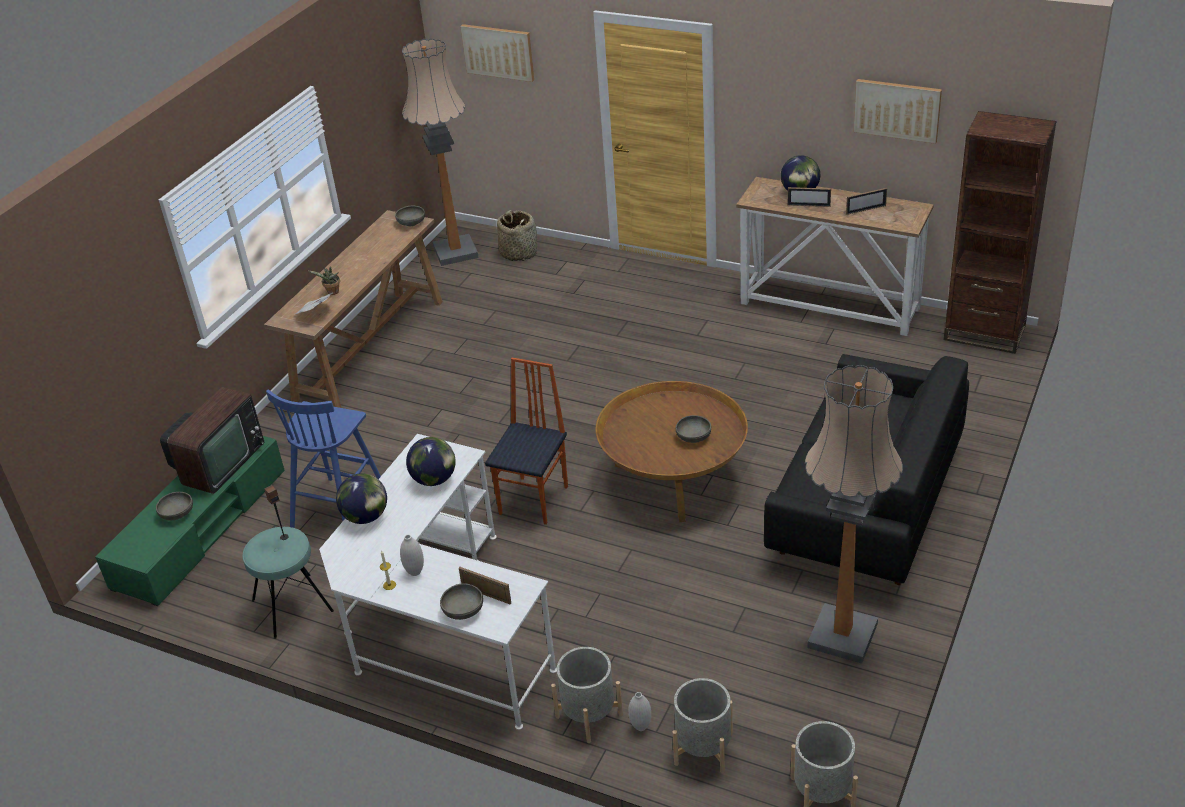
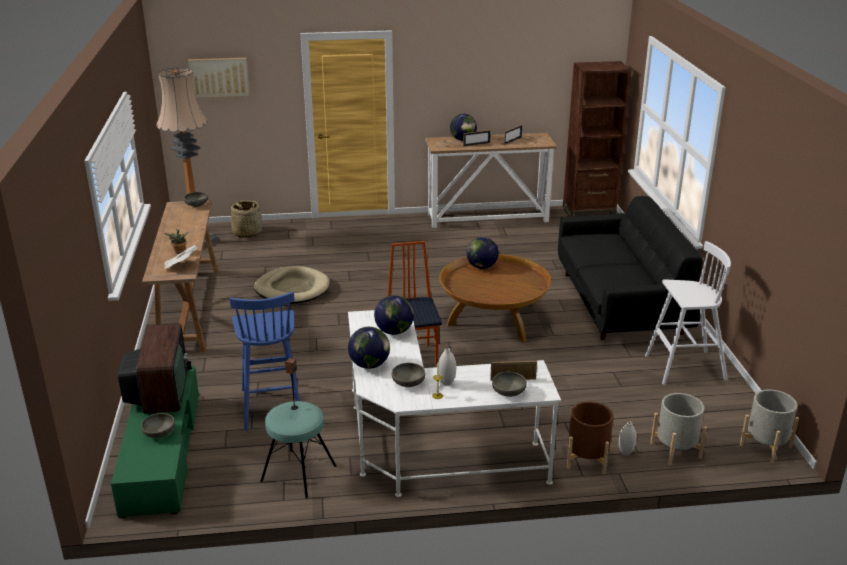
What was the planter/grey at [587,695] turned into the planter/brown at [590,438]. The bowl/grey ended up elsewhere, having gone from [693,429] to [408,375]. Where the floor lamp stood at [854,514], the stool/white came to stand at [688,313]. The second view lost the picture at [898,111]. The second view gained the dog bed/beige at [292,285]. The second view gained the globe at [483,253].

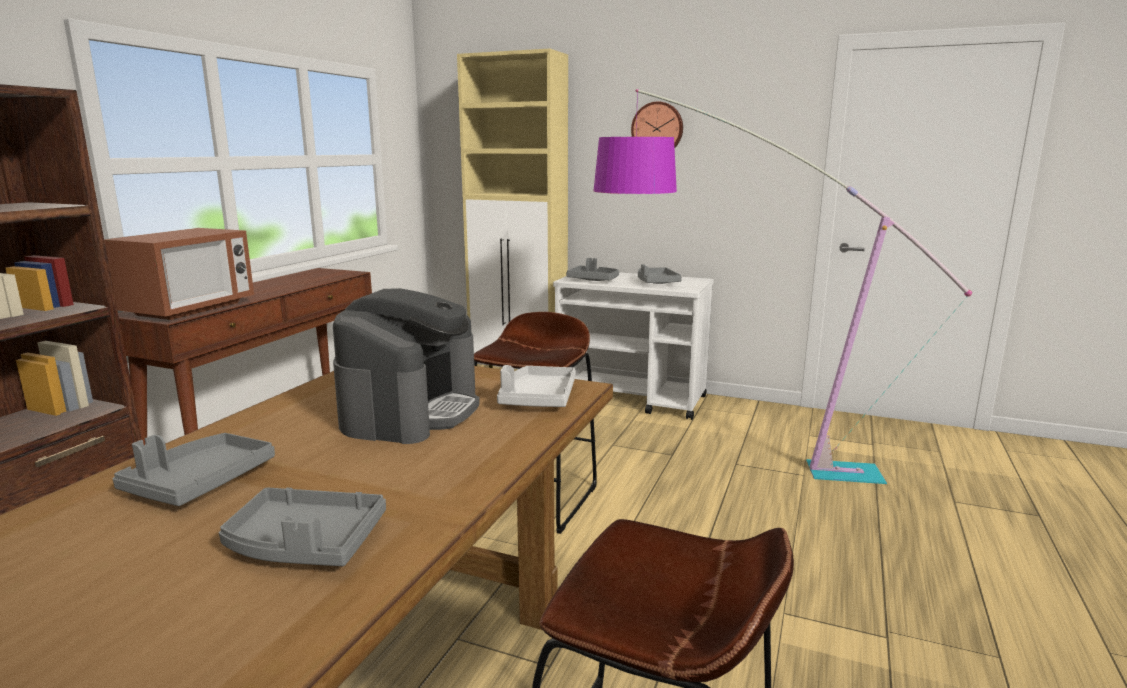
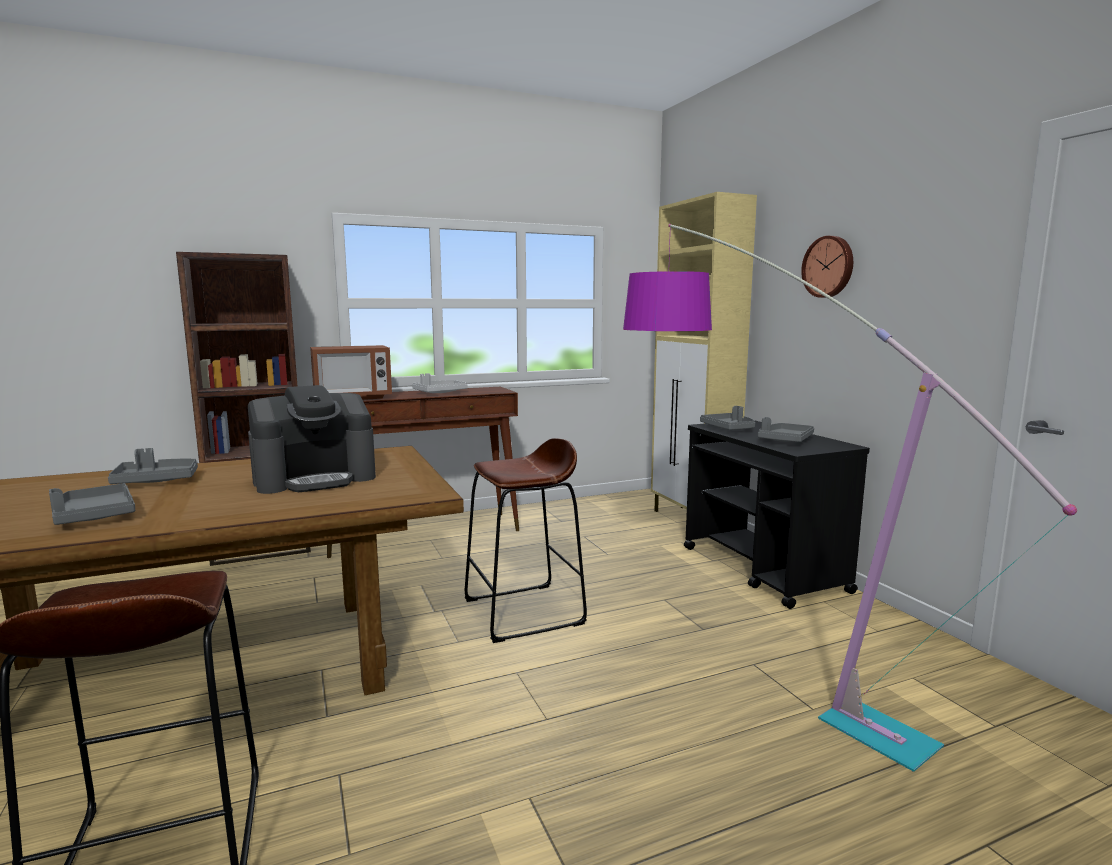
The tray/grey ended up elsewhere, having gone from [536,386] to [440,383]. What was the cart/white at [633,346] turned into the cart/black at [777,515].

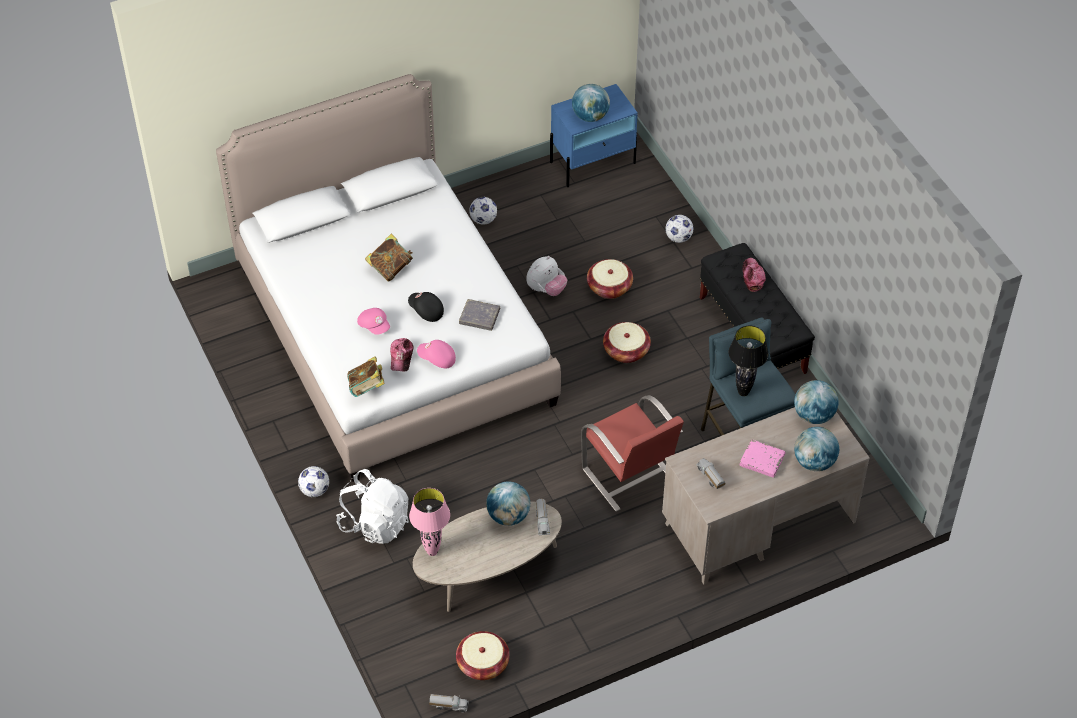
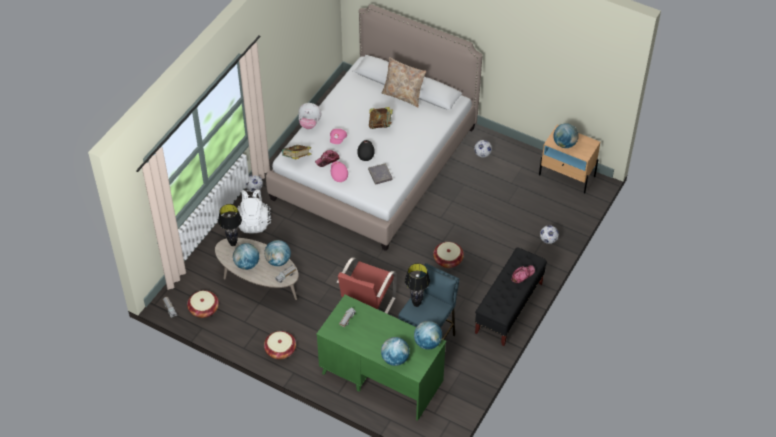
What was the table lamp/pink at [429,522] turned into the table lamp/black at [230,225]. The plush toy ended up elsewhere, having gone from [546,276] to [309,116]. What was the nightstand/blue at [594,135] turned into the nightstand/beige at [570,159]. The basket ended up elsewhere, having gone from [610,279] to [280,345]. What was the desk/beige at [766,496] turned into the desk/green at [381,358]. The second view lost the book/pink at [762,458]. The second view gained the globe at [246,256]. The second view gained the pillow/beige at [404,82].

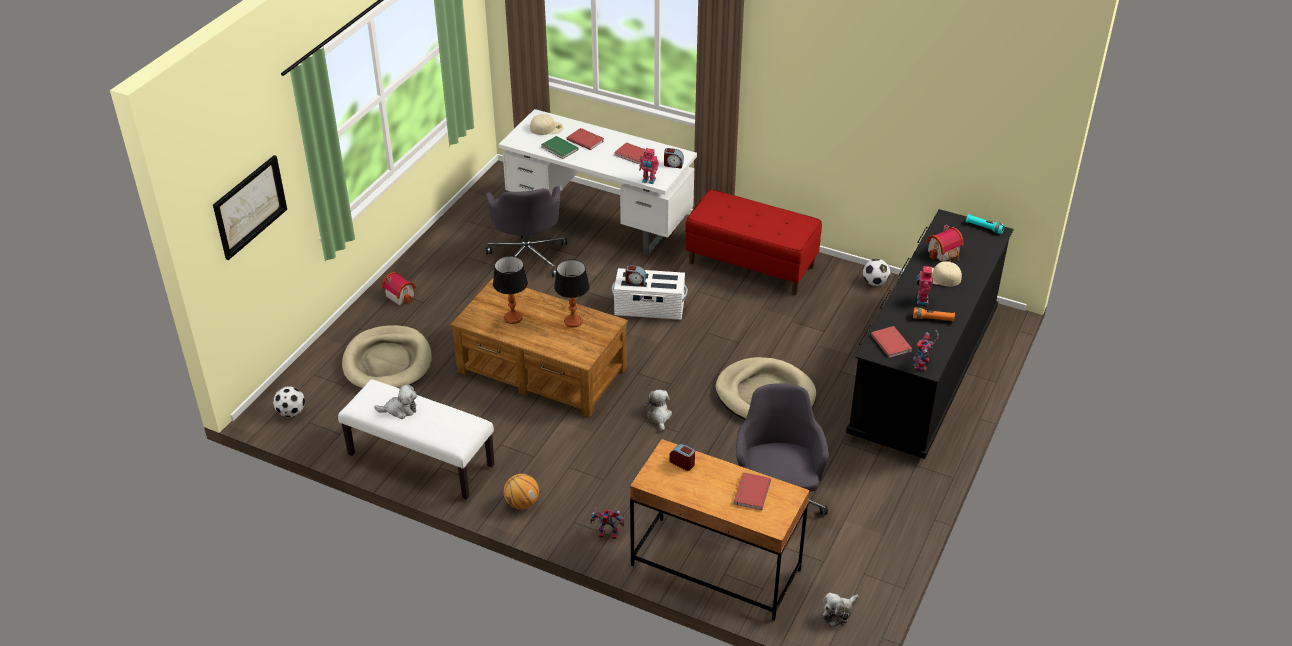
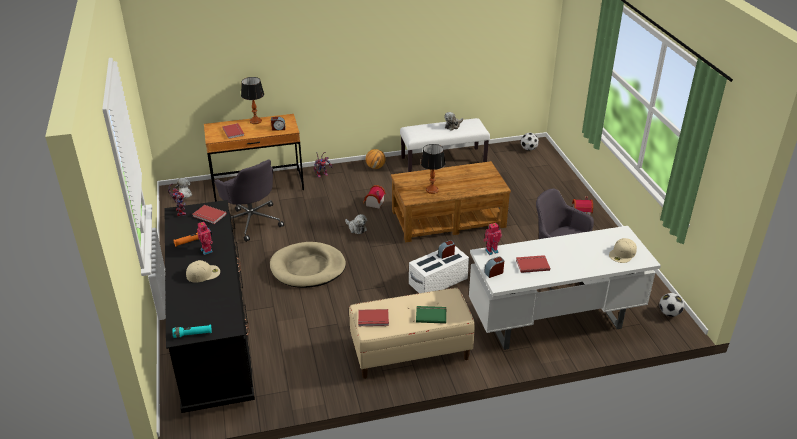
The second view lost the picture at [250,207]. The second view lost the dog bed/beige at [387,357]. The table lamp ended up elsewhere, having gone from [510,290] to [252,100]. The book/green ended up elsewhere, having gone from [559,147] to [431,315]. The book/red ended up elsewhere, having gone from [585,139] to [373,317]. What was the bench/red at [753,242] turned into the bench/beige at [412,333]. The football ended up elsewhere, having gone from [876,272] to [671,305]. The toy house ended up elsewhere, having gone from [945,243] to [374,197].

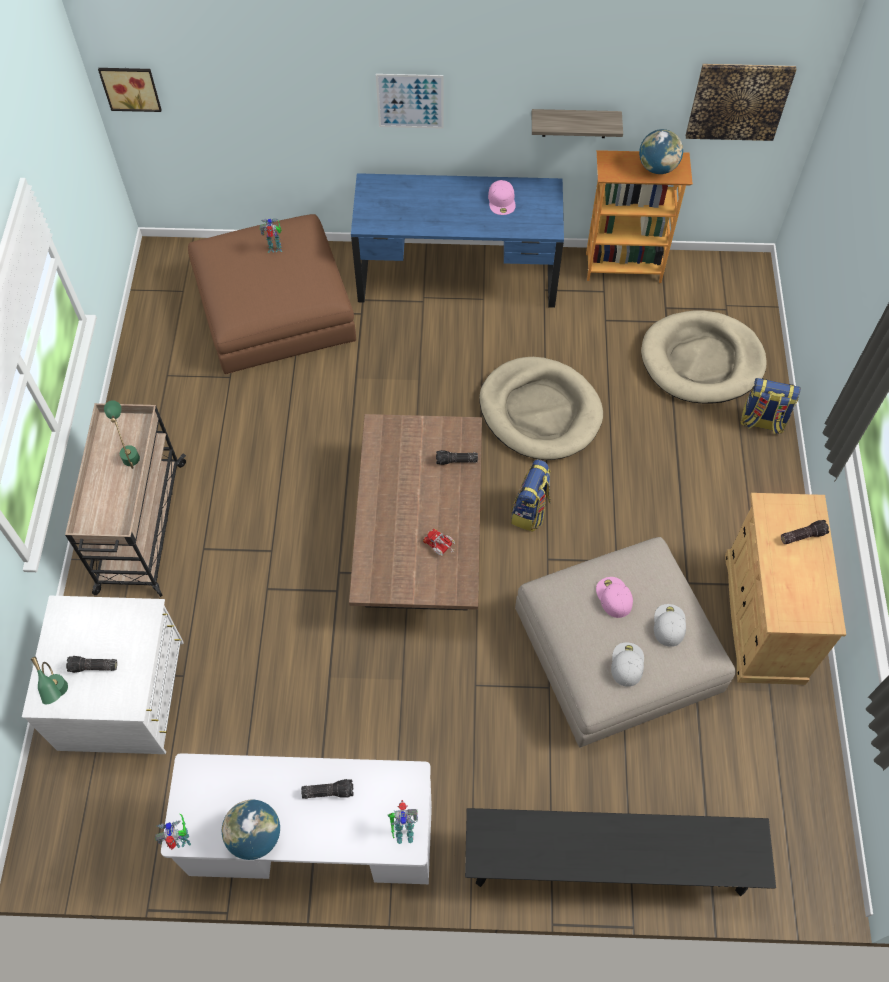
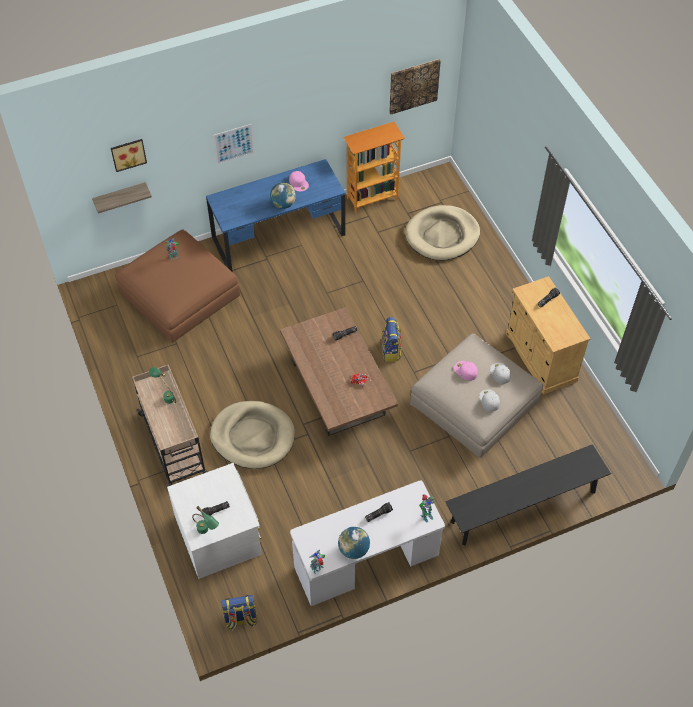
The picture ended up elsewhere, having gone from [129,90] to [129,155]. The dog bed/beige ended up elsewhere, having gone from [541,408] to [252,435]. The shelf ended up elsewhere, having gone from [577,123] to [122,198]. The globe ended up elsewhere, having gone from [661,151] to [283,196]. The backpack ended up elsewhere, having gone from [770,406] to [239,612].

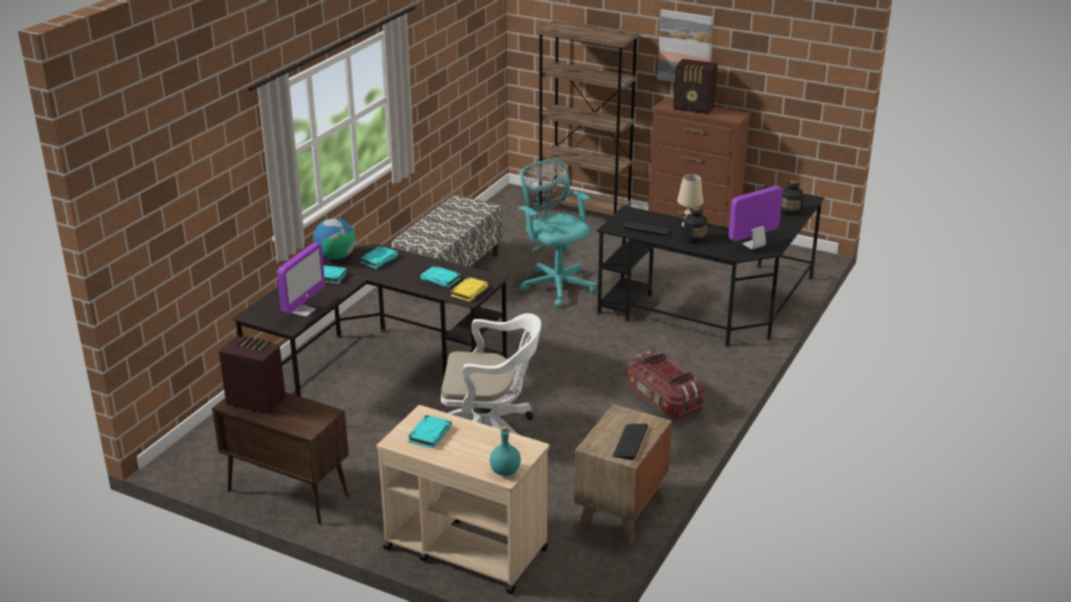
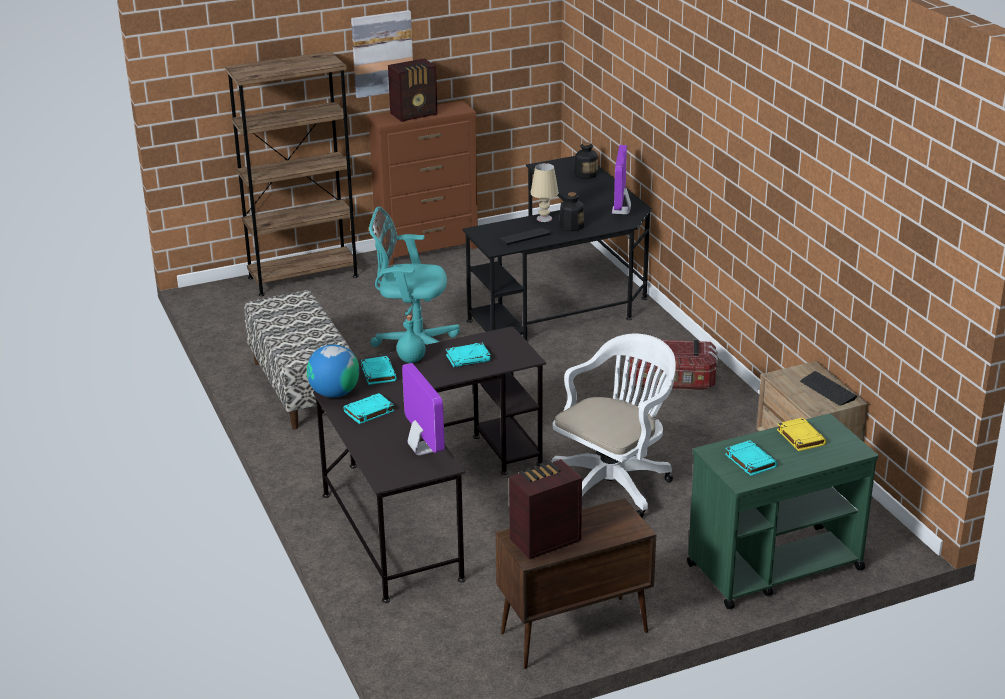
What was the cart/beige at [463,499] turned into the cart/green at [782,511]. The book/yellow ended up elsewhere, having gone from [470,289] to [801,434]. The bottle/turquoise ended up elsewhere, having gone from [505,451] to [411,339].

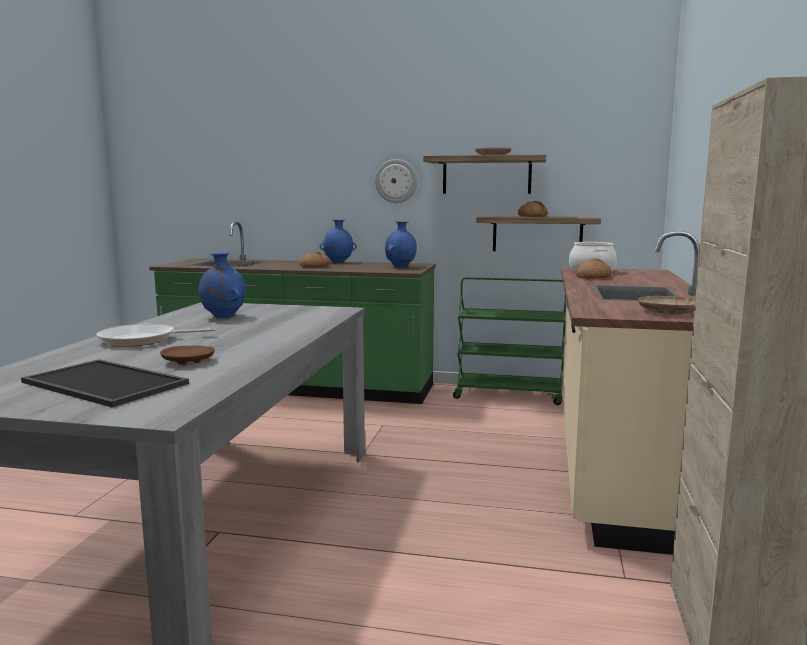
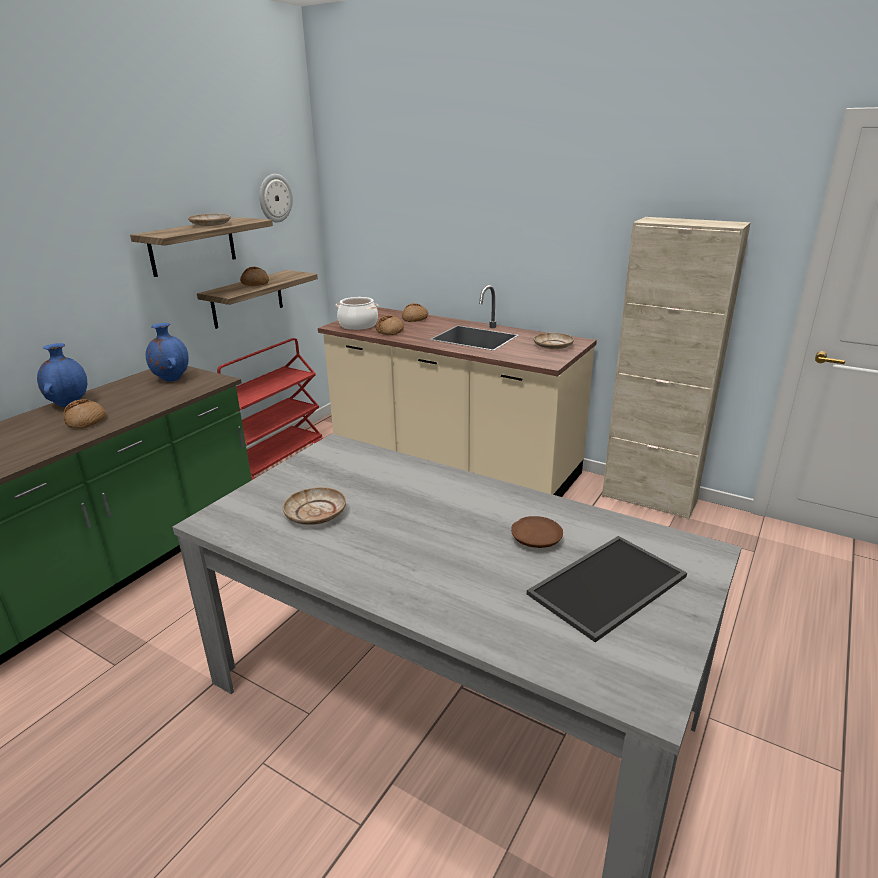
The second view lost the frying pan at [155,335]. Where the vase/blue stood at [222,285], the plate/beige came to stand at [314,506]. The wall clock ended up elsewhere, having gone from [396,181] to [276,198]. What was the cart/green at [509,341] turned into the cart/red at [270,409]. The second view gained the bread at [415,312].

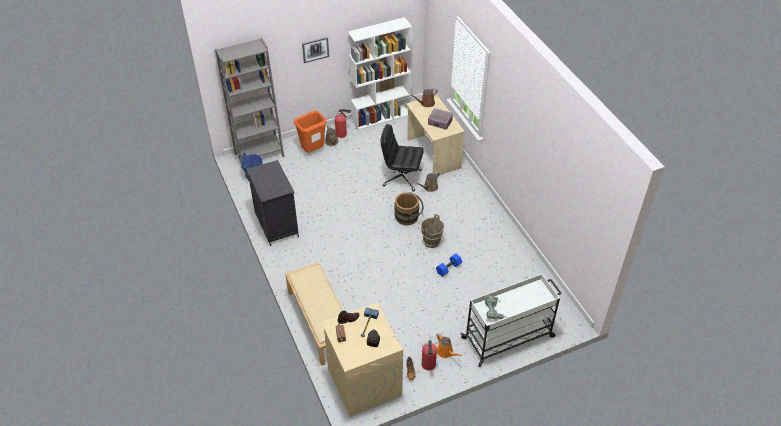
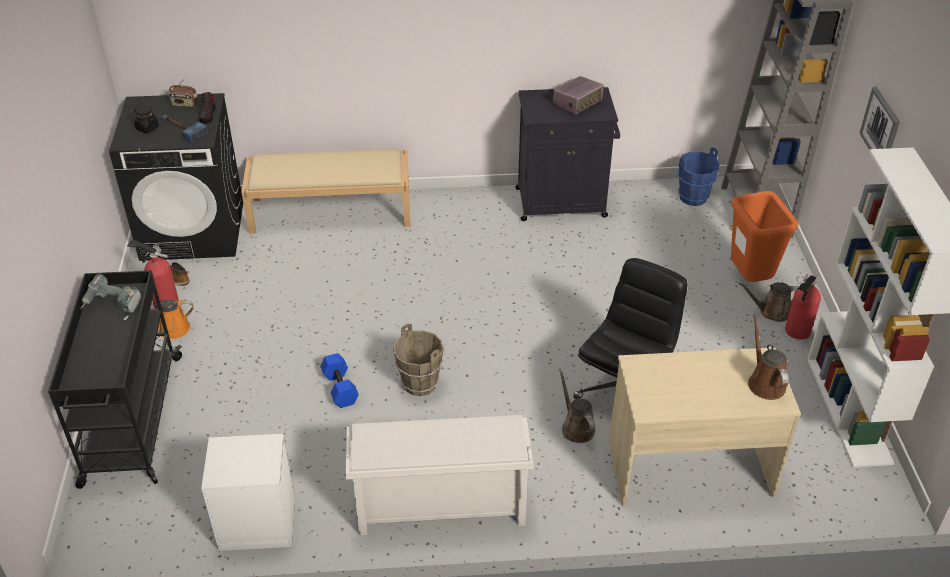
What was the washing machine/beige at [362,360] turned into the washing machine/black at [176,177]. The second view lost the bucket/brown at [409,208]. The radio ended up elsewhere, having gone from [440,119] to [578,95]. What was the cart/white at [511,320] turned into the cart/black at [115,379]. The second view gained the nightstand/white at [248,492]. The second view gained the shoe rack/white at [440,475].

